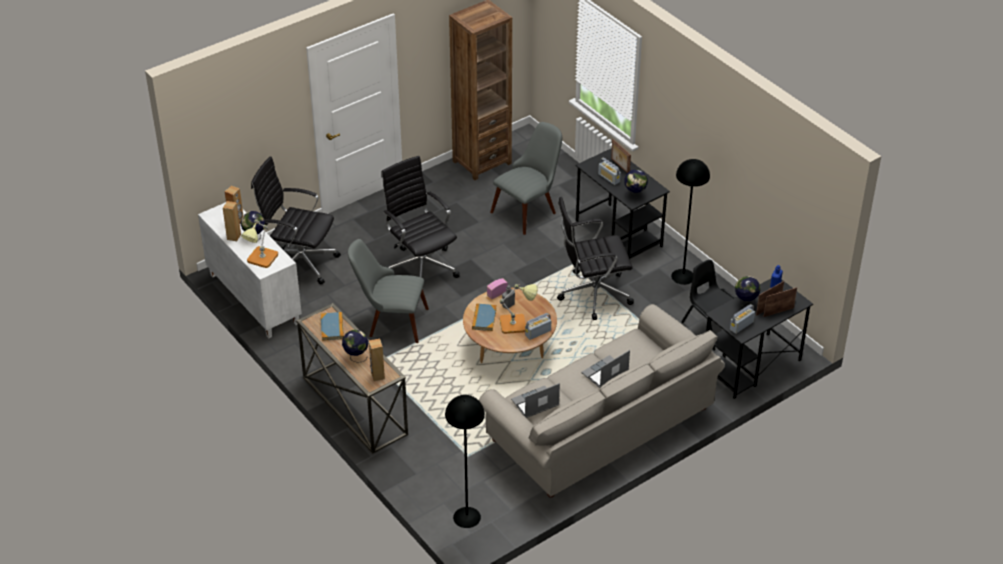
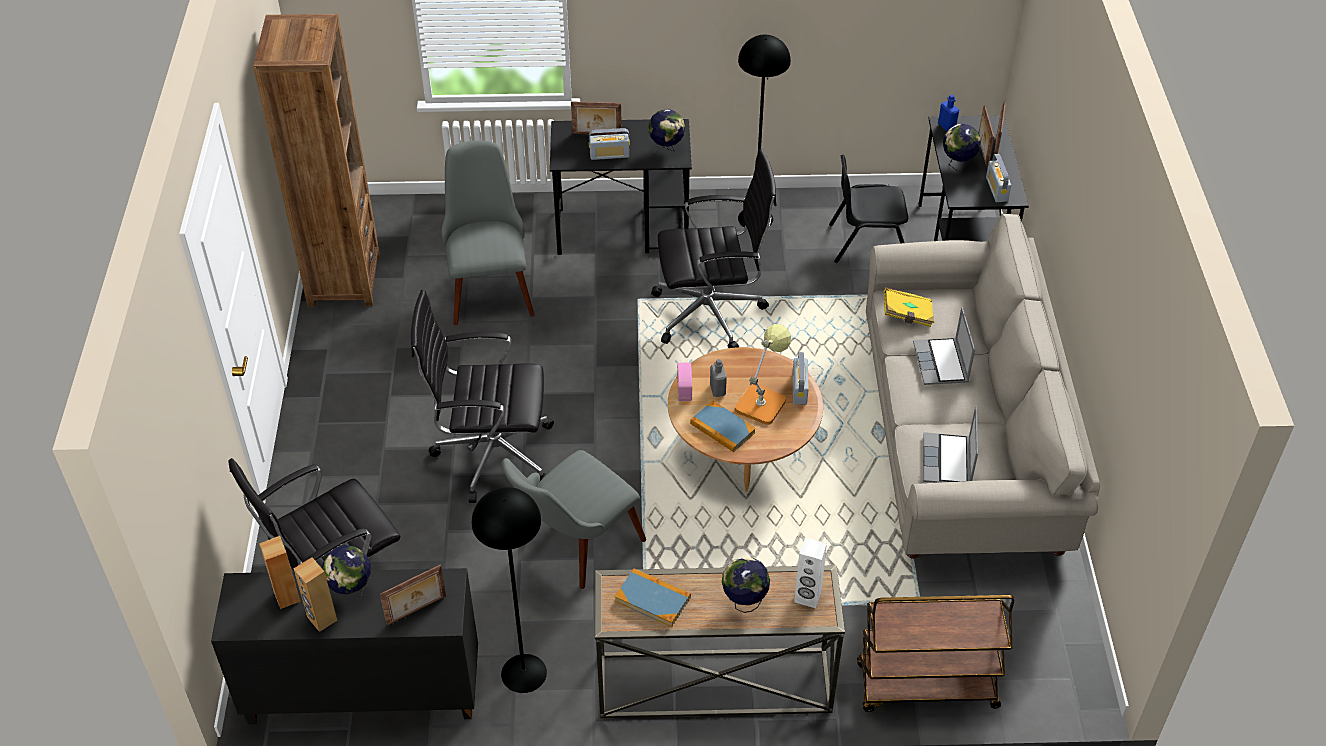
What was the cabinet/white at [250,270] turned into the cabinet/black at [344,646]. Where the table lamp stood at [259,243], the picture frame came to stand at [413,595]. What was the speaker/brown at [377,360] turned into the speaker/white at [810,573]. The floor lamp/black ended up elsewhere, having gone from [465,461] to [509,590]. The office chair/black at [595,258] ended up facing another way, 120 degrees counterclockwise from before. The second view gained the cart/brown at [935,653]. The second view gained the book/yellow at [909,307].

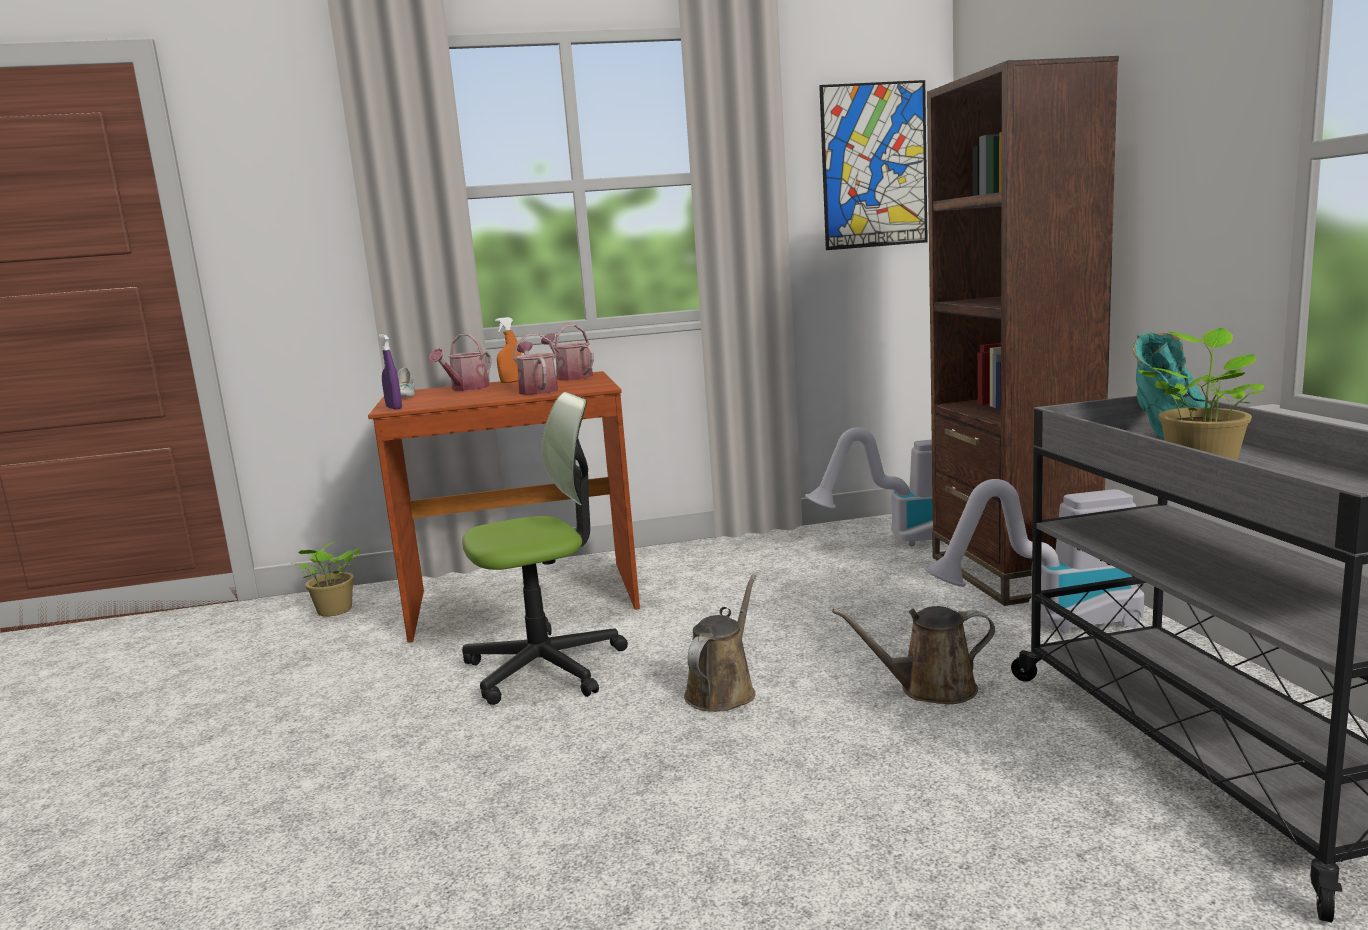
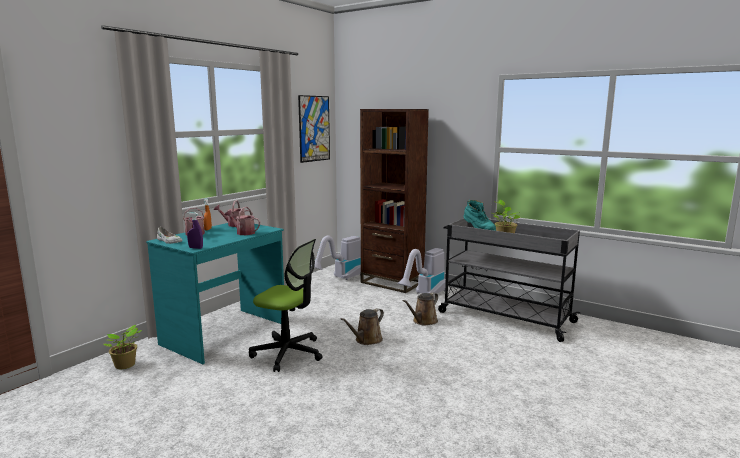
What was the desk/brown at [504,507] turned into the desk/turquoise at [215,293]. The office chair at [545,548] ended up facing another way, 90 degrees clockwise from before. The watering can/brown at [720,643] ended up facing another way, 120 degrees counterclockwise from before.

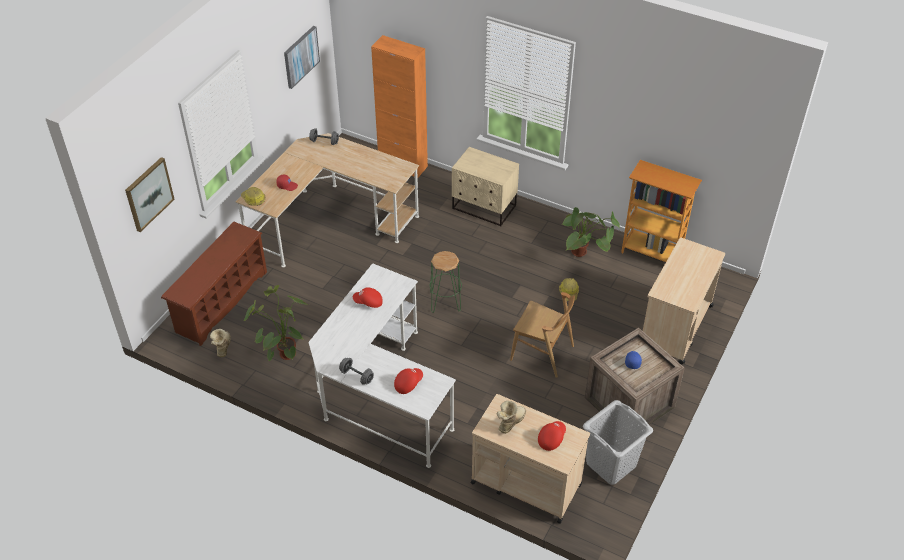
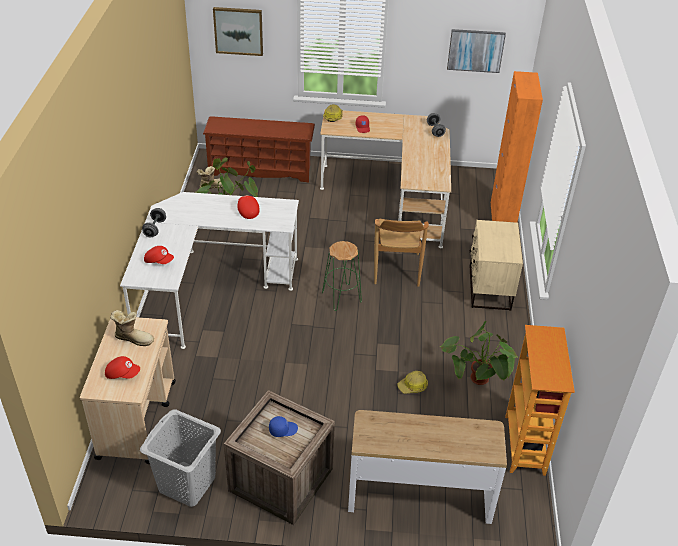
The chair/brown ended up elsewhere, having gone from [542,335] to [401,253]. Where the cart/beige stood at [684,300], the console table came to stand at [427,467].

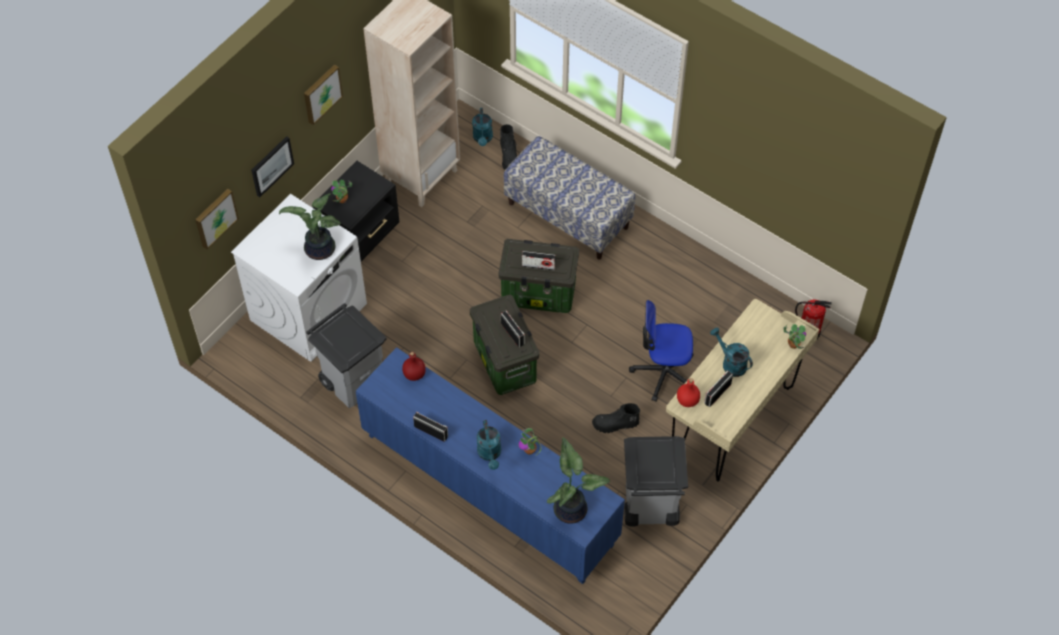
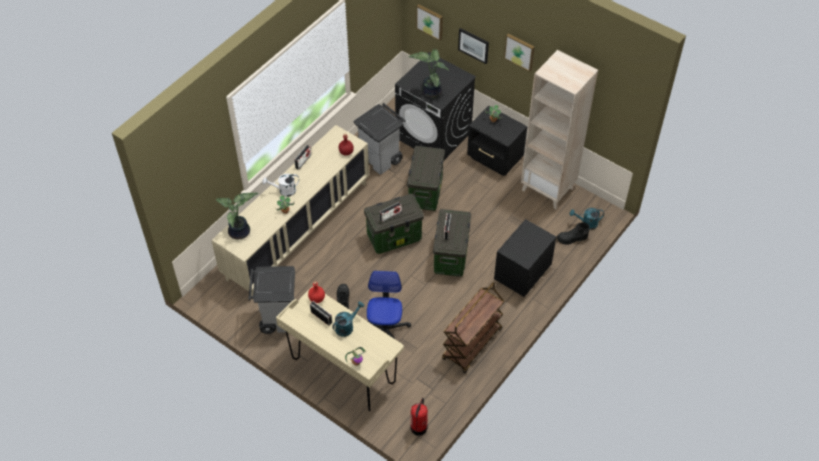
What was the washing machine/white at [299,278] turned into the washing machine/black at [435,106]. What was the cabinet/blue at [490,465] turned into the cabinet/beige at [290,210]. What was the watering can/turquoise at [488,445] turned into the watering can/white at [280,185]. Where the bench stood at [569,198], the nightstand/black came to stand at [525,258]. The second view gained the storage box at [426,178]. The second view gained the cart/brown at [473,327].

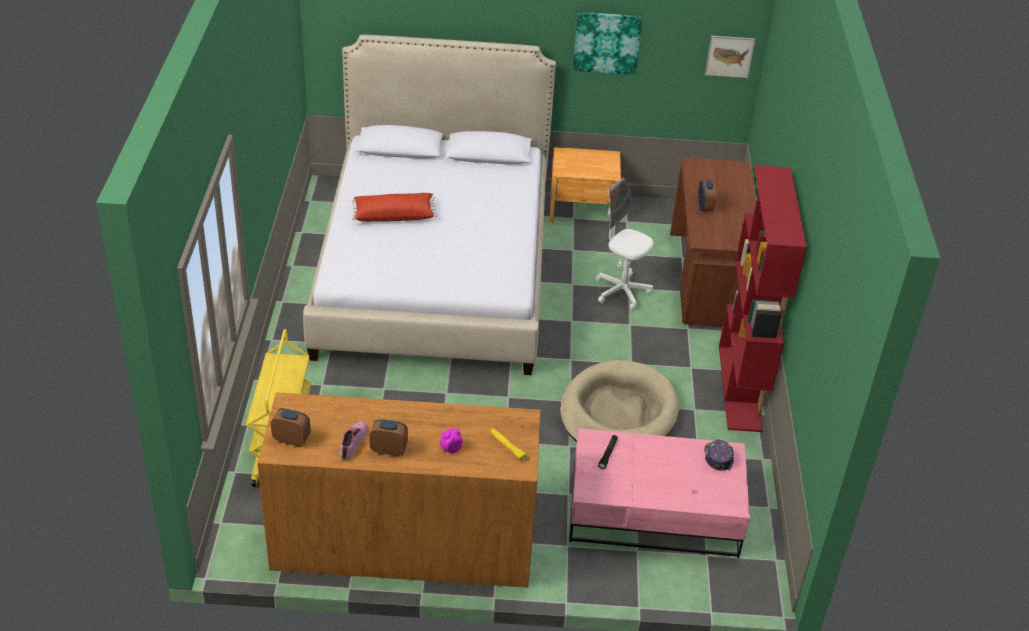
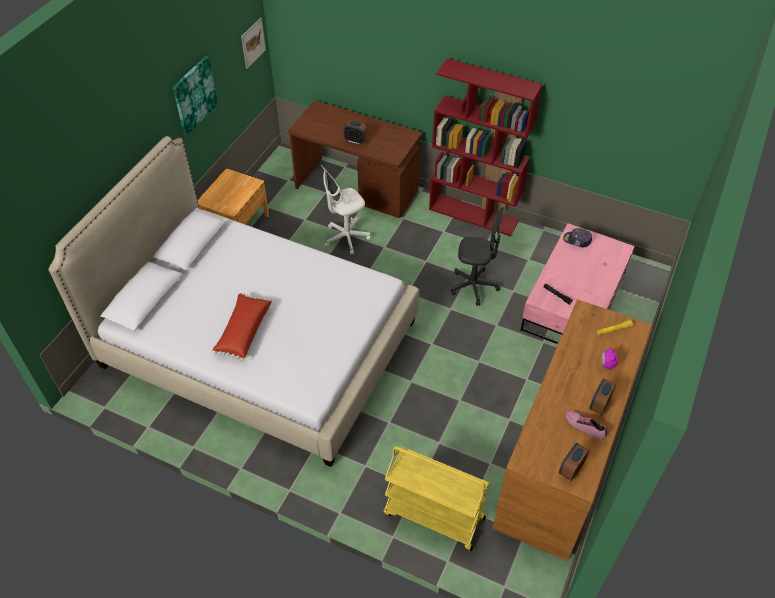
Where the dog bed/beige stood at [619,401], the office chair/grey came to stand at [477,256].

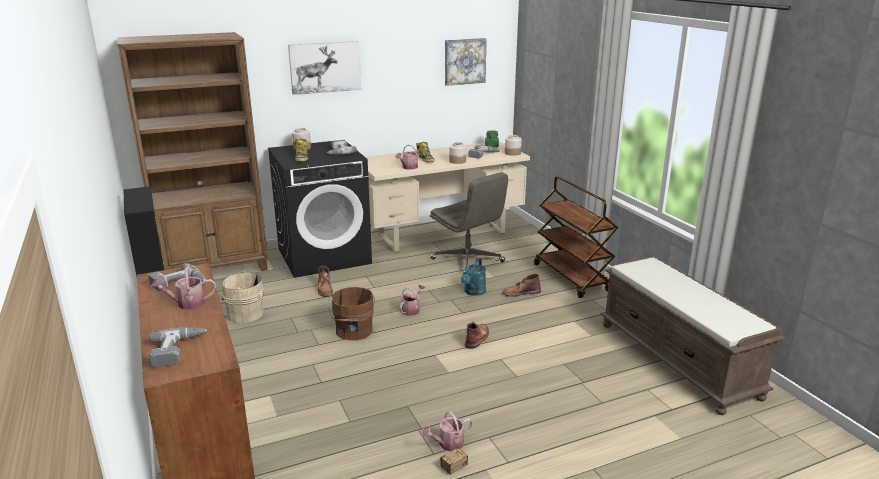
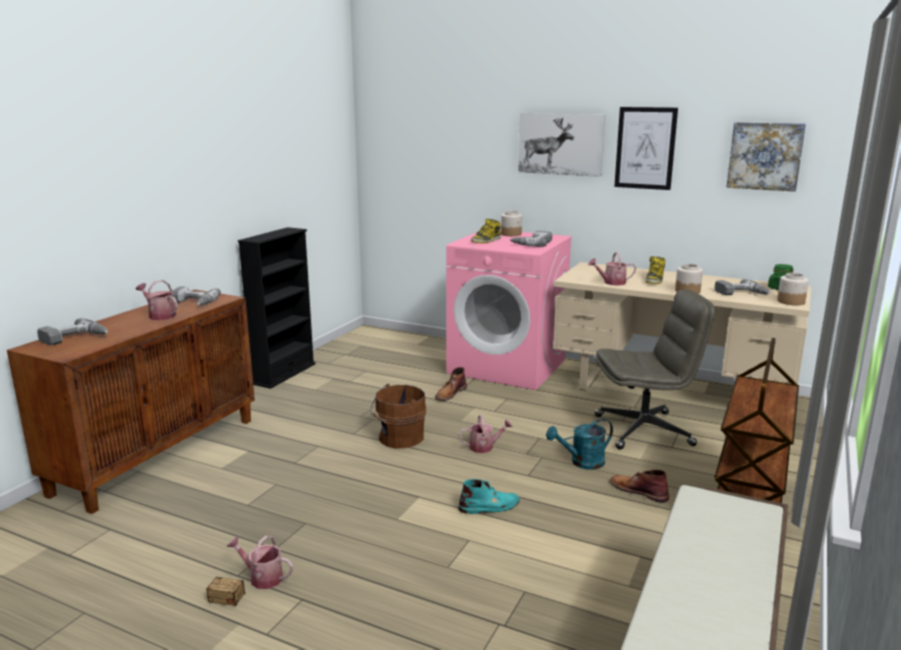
The second view lost the bookcase/brown at [193,151]. The second view lost the bucket/beige at [242,296]. What was the washing machine/black at [320,209] turned into the washing machine/pink at [509,310]. The office chair/grey at [469,223] ended up facing another way, 105 degrees counterclockwise from before. What was the boot/brown at [477,335] turned into the boot/turquoise at [489,496]. The second view gained the picture at [646,148].

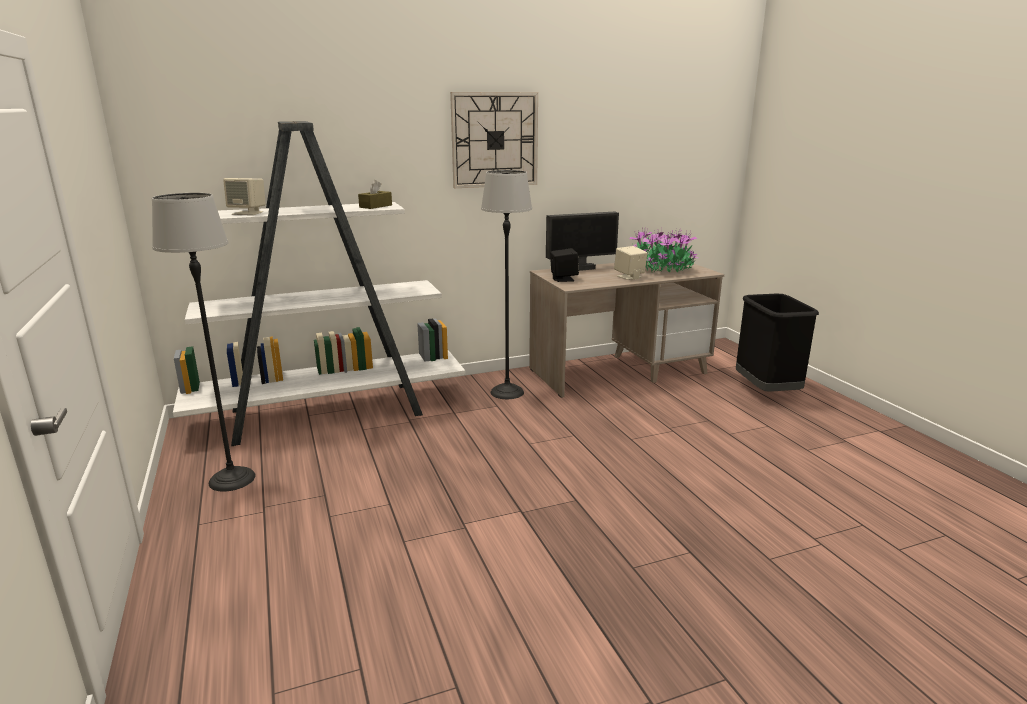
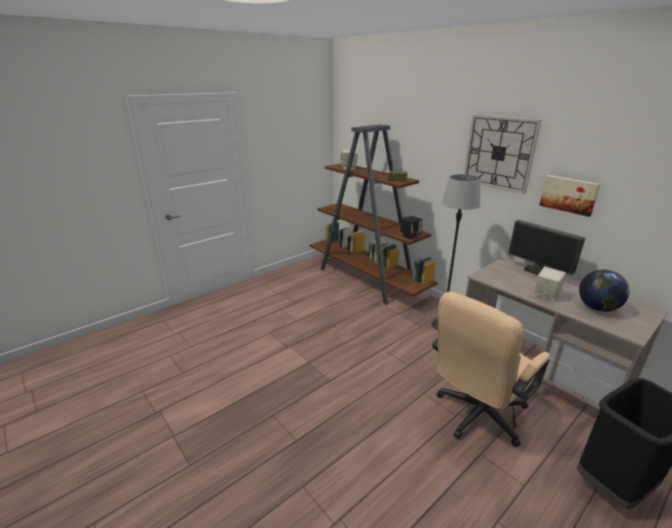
The second view lost the floor lamp at [204,342]. What was the bookcase/white at [319,283] turned into the bookcase/brown at [374,214]. The speaker/black ended up elsewhere, having gone from [564,265] to [411,227]. Where the potted plant stood at [664,249], the globe came to stand at [604,291]. The second view gained the office chair/beige at [491,369]. The second view gained the picture at [569,196].

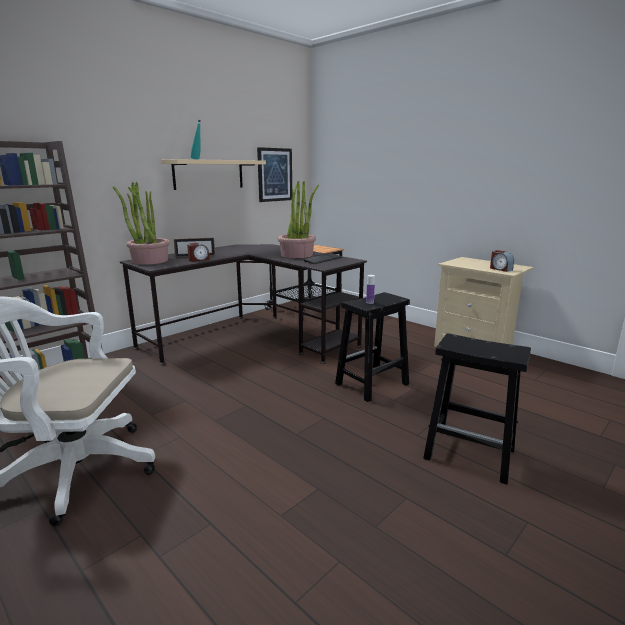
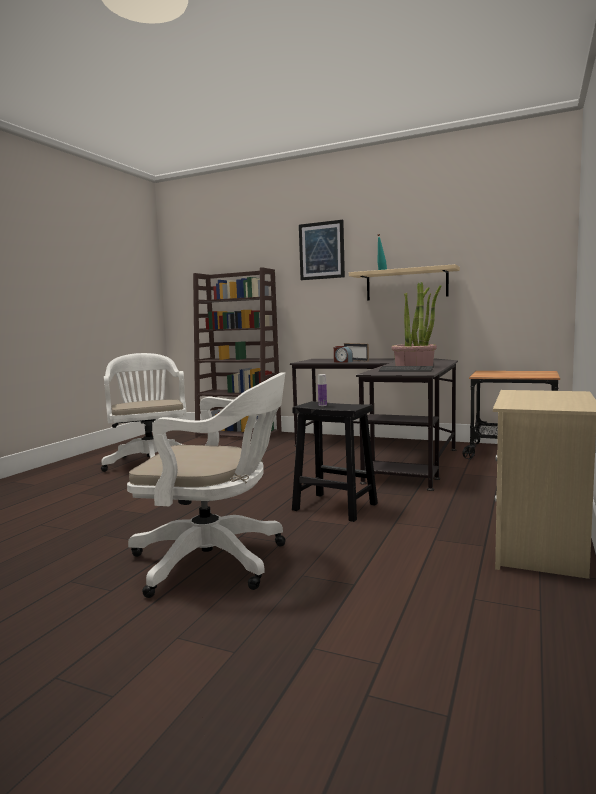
The second view lost the potted plant at [141,223]. The picture ended up elsewhere, having gone from [274,174] to [322,249]. Where the stool/black stood at [477,409], the office chair/white came to stand at [206,485]. The second view lost the alarm clock at [502,261].

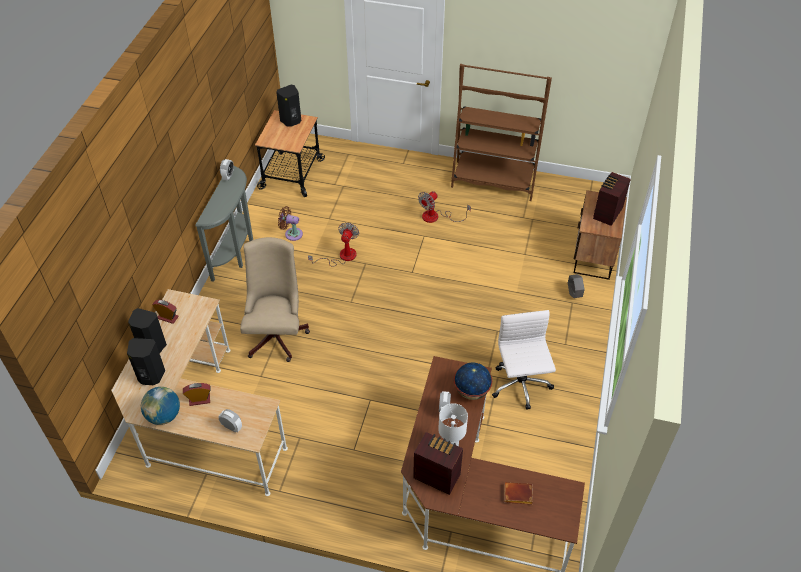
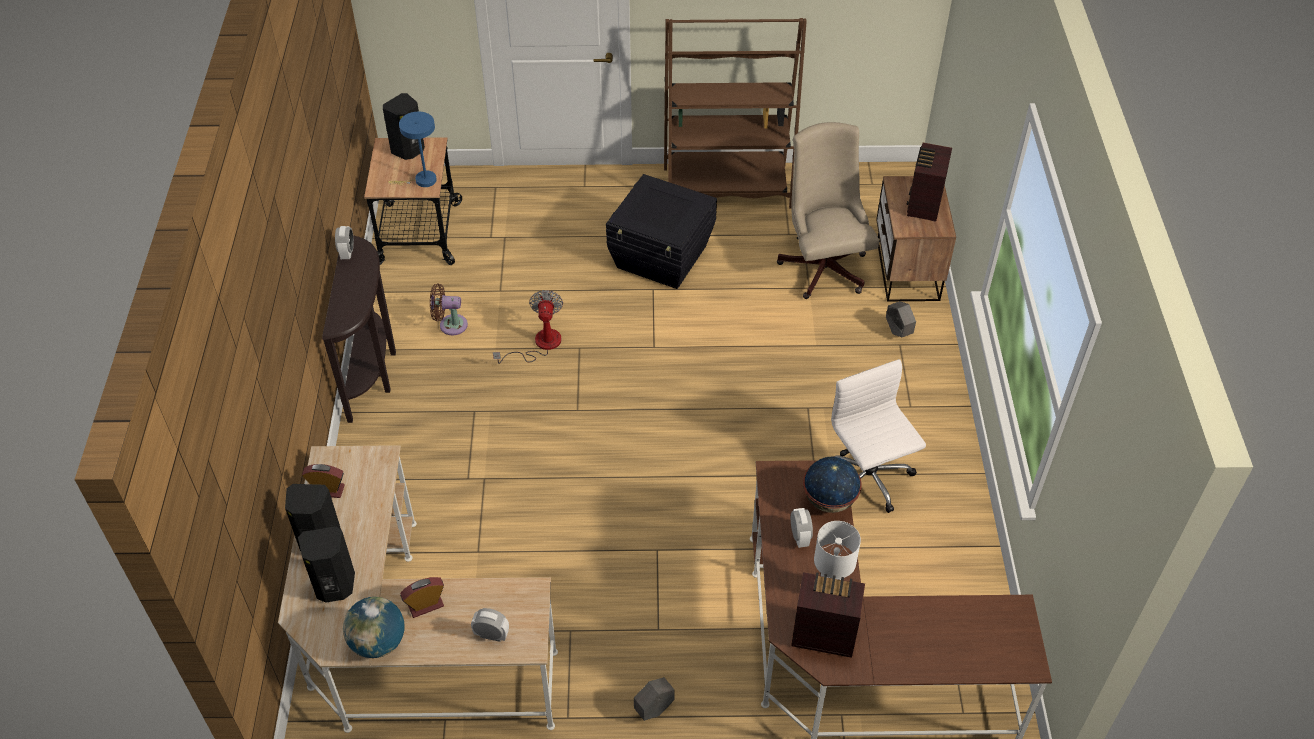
What was the console table/grey at [224,224] turned into the console table/brown at [359,329]. The office chair/beige ended up elsewhere, having gone from [275,299] to [828,210]. Where the fan stood at [444,207], the storage box/black came to stand at [661,231]. The second view lost the book/brown at [519,493]. The second view gained the table lamp/blue at [412,149]. The second view gained the planter/grey at [654,699].

